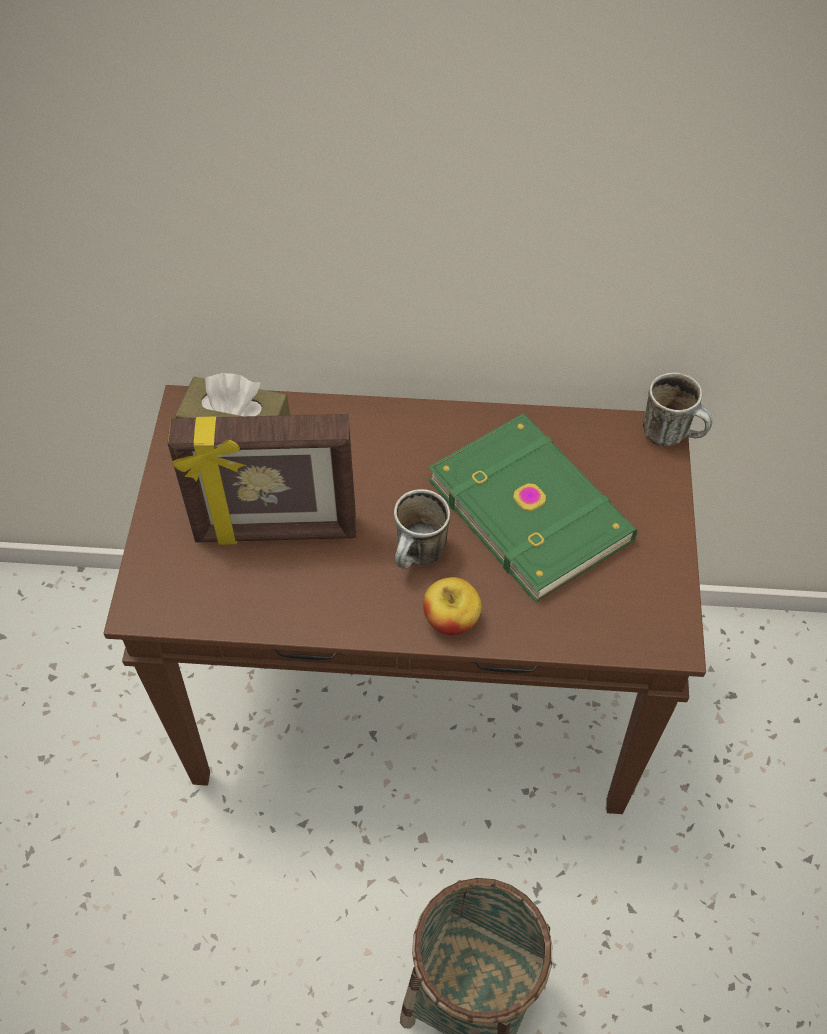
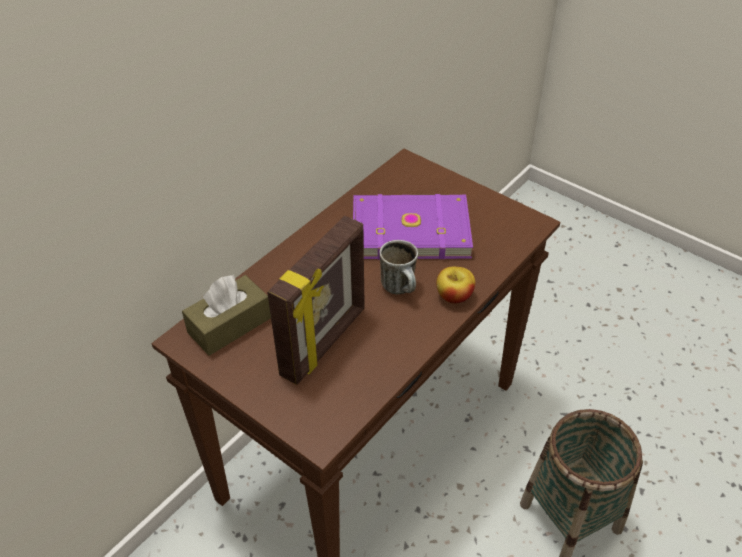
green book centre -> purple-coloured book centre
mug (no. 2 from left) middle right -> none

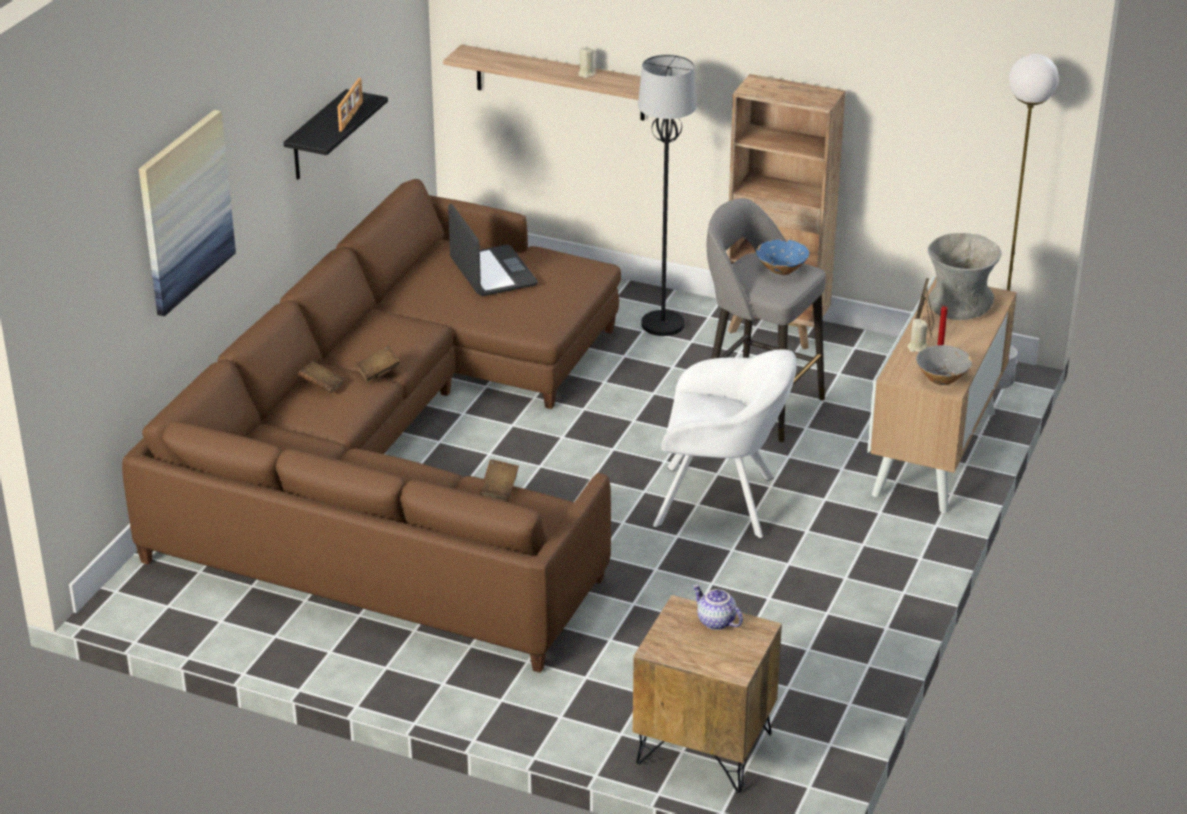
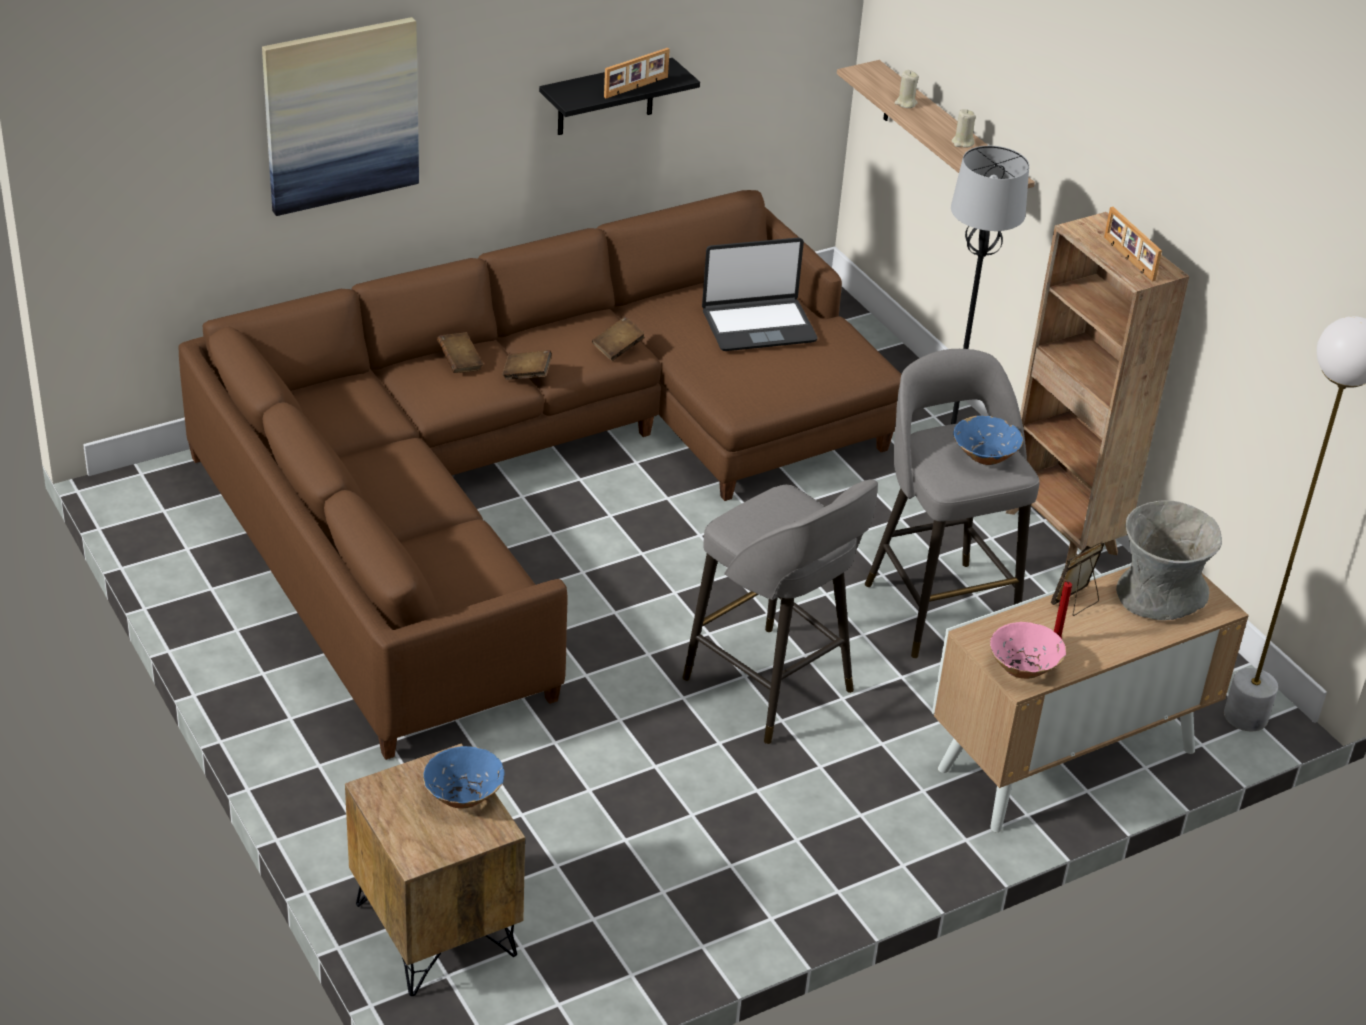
tea pot bottom centre -> blue bowl (no. 1 from left) bottom centre
brown book (no. 3 from left) centre -> brown book (no. 3 from left) top centre, relocated
white armchair centre -> grey stool (no. 1 from left) centre
notebook computer top centre, 60 degrees clockwise
sand-coloured candle (no. 2 from left in the first image) middle right -> sand-coloured candle (no. 1 from left) top centre, relocated
grey bowl middle right -> pinkish bowl middle right
none -> picture frame (no. 3 from left) top right

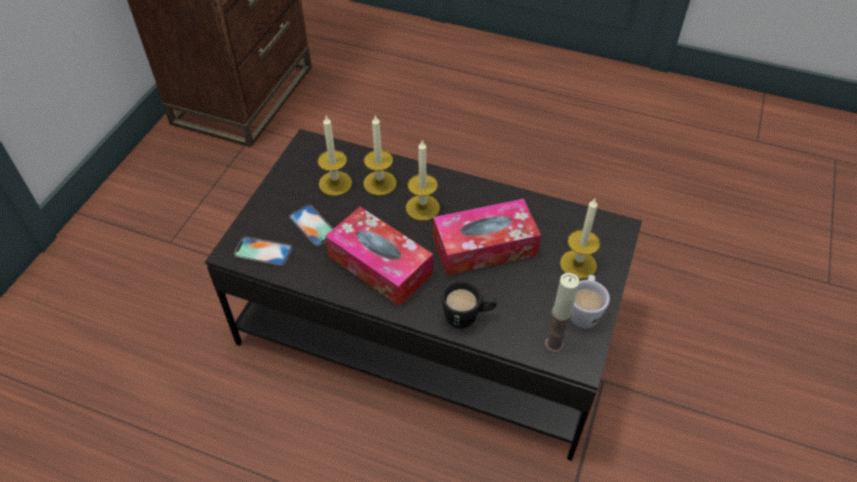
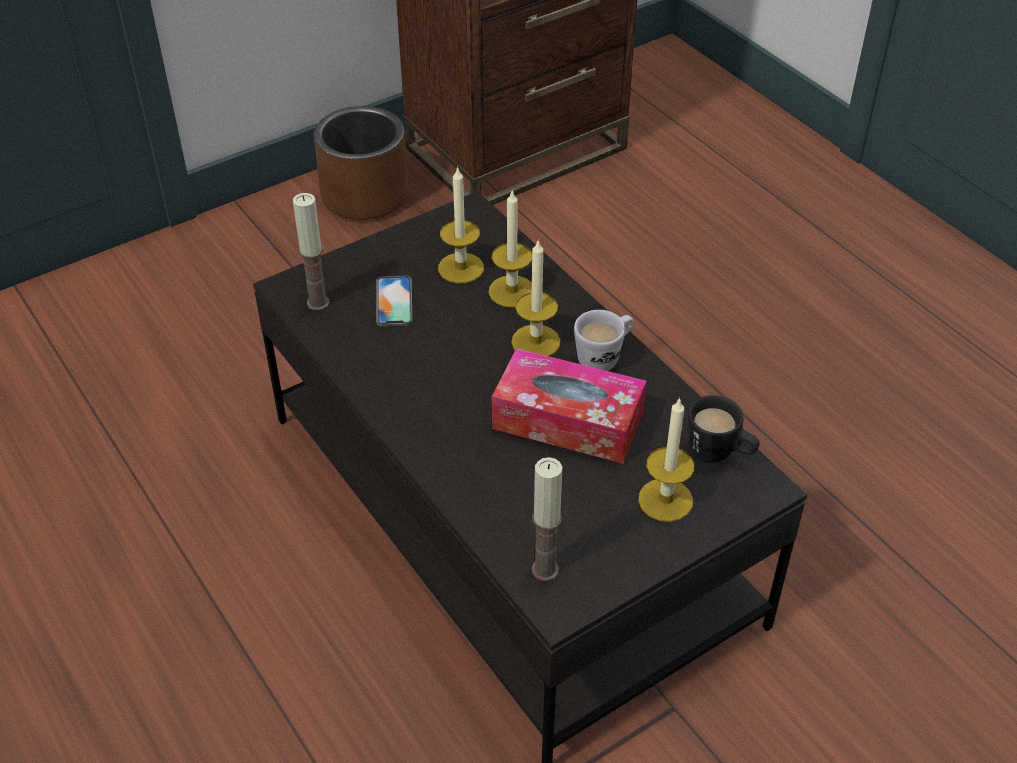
telephone (no. 1 from left) middle left -> candle (no. 1 from left) top left
none -> brown plant pot top centre
white mug middle right -> white mug centre, relocated
black mug centre -> black mug middle right, relocated
tissue box (no. 1 from left) centre -> none

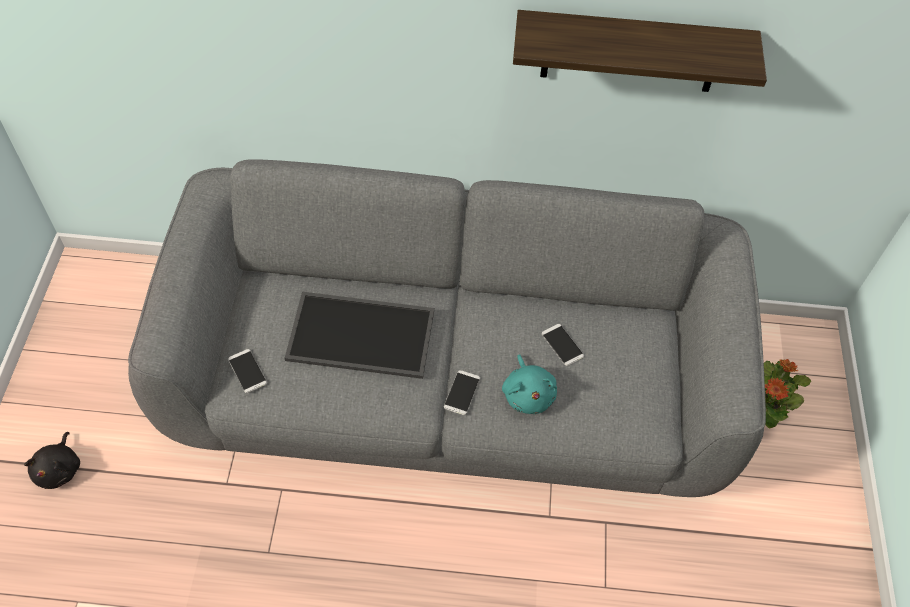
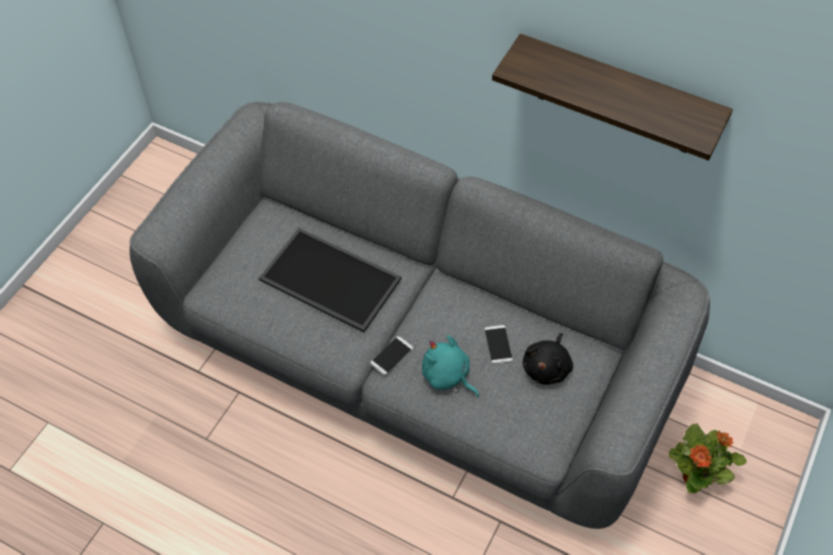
turquoise-coloured soft toy centre, 120 degrees clockwise
black soft toy bottom left -> black soft toy centre, relocated
telephone (no. 1 from left) middle left -> none

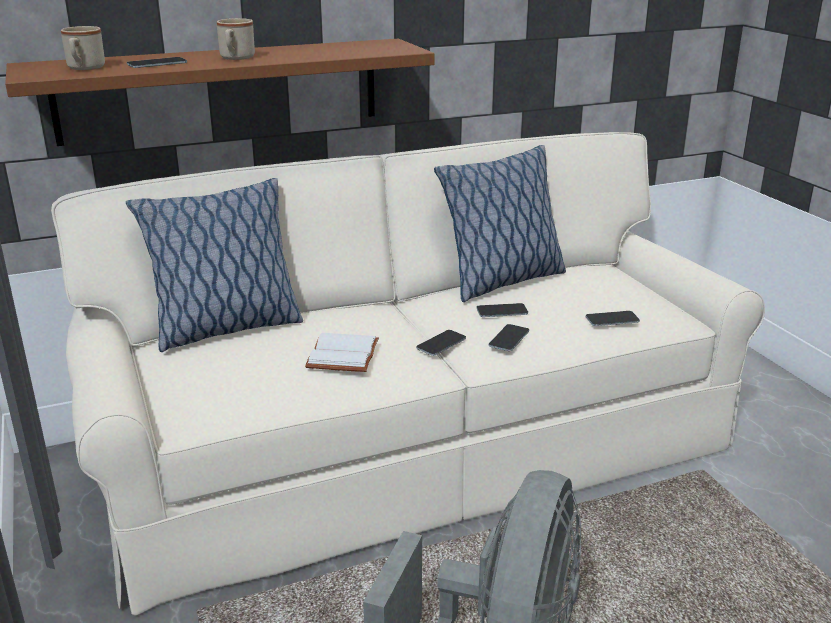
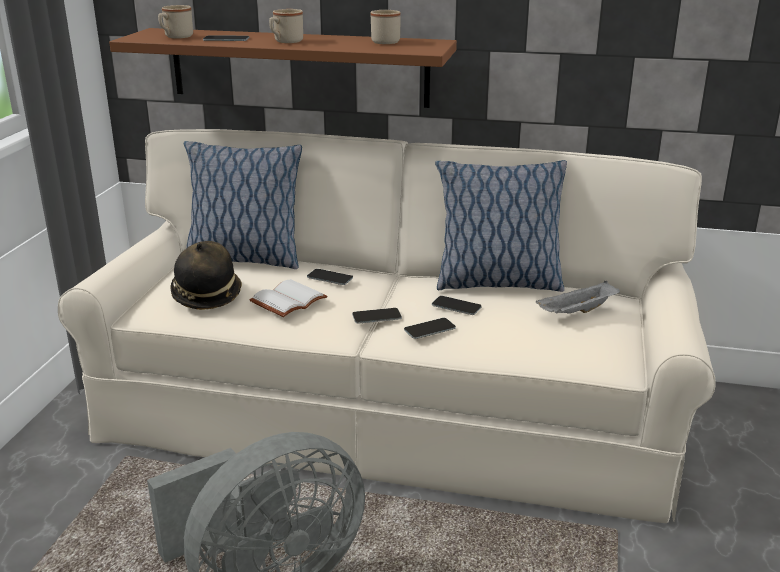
none -> clothing hat middle left
telephone (no. 5 from left in the first image) middle right -> telephone (no. 2 from left) centre, relocated
none -> sand-coloured mug (no. 3 from left) top centre
none -> grey tray middle right

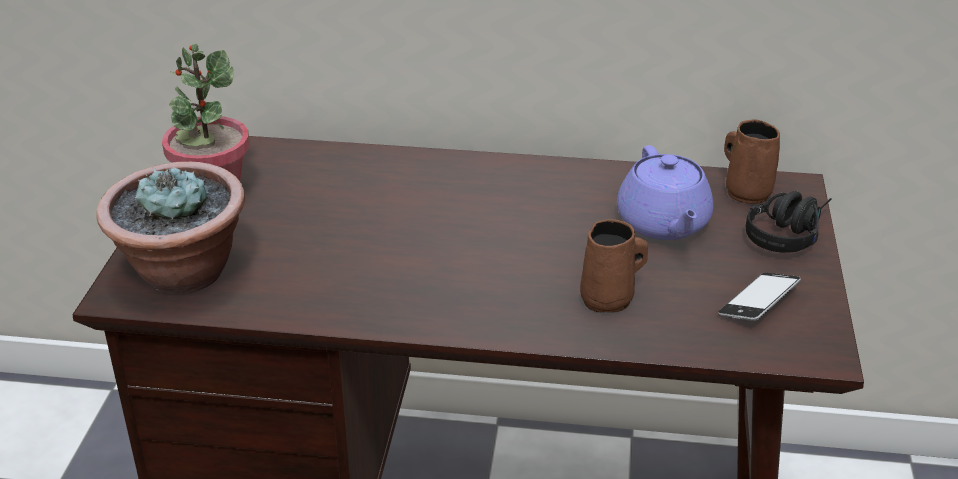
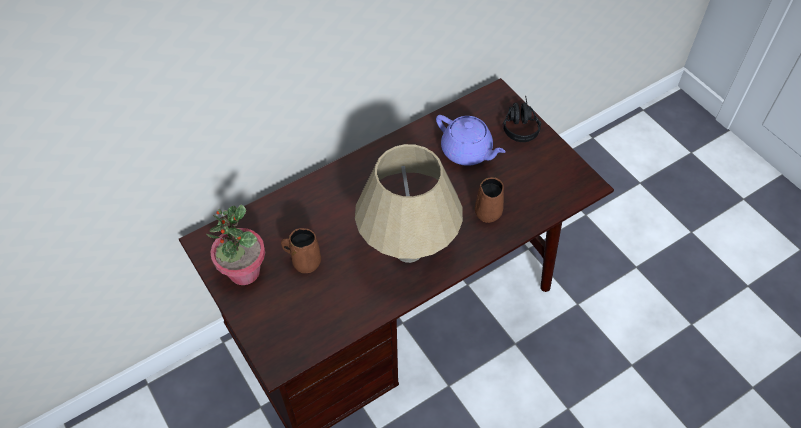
brown mug (no. 2 from left in the first image) middle right -> brown mug (no. 1 from left) centre, relocated
none -> sand-coloured table lamp centre
plant in a pot (no. 1 from left) middle left -> none
telephone middle right -> none

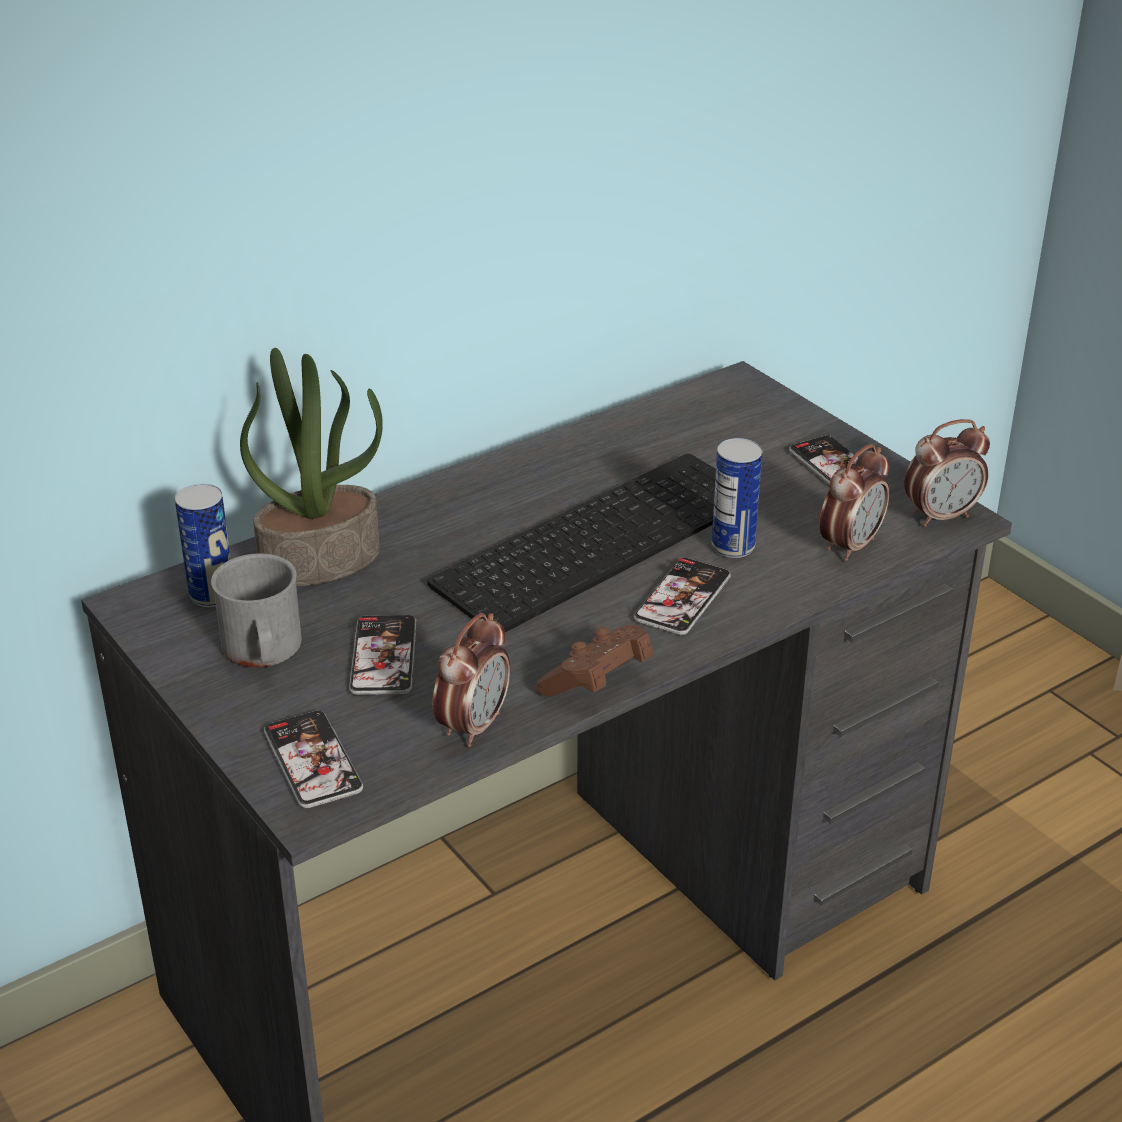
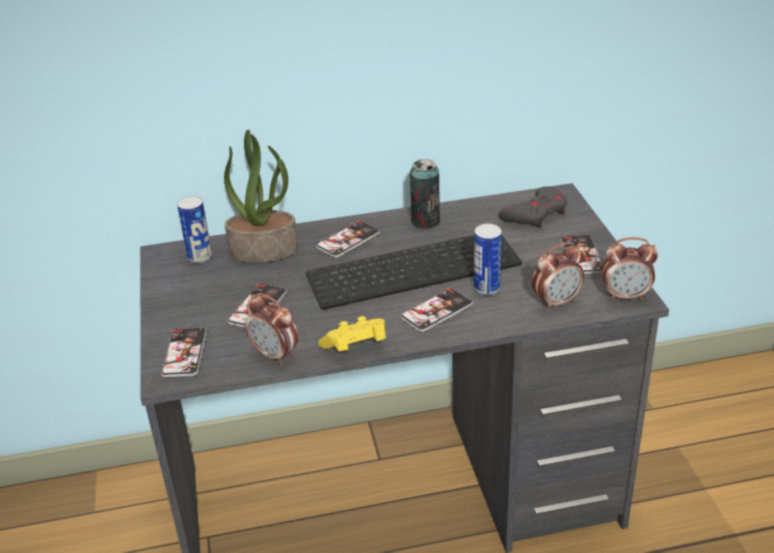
bedside clock (no. 1 from left) centre, 75 degrees clockwise
none -> telephone (no. 3 from left) centre
brown gamepad centre -> yellowish gamepad centre
none -> can (no. 2 from left) centre
none -> grey gamepad middle right
grey mug middle left -> none

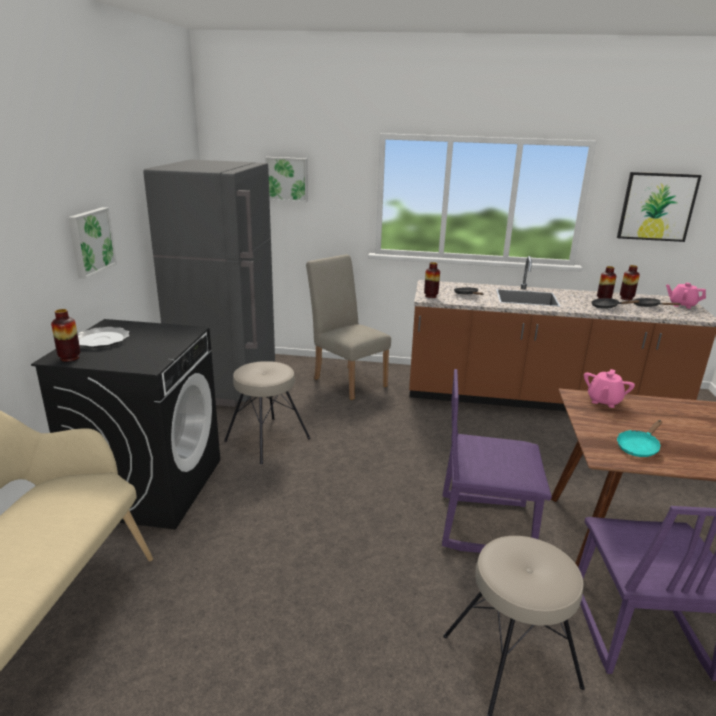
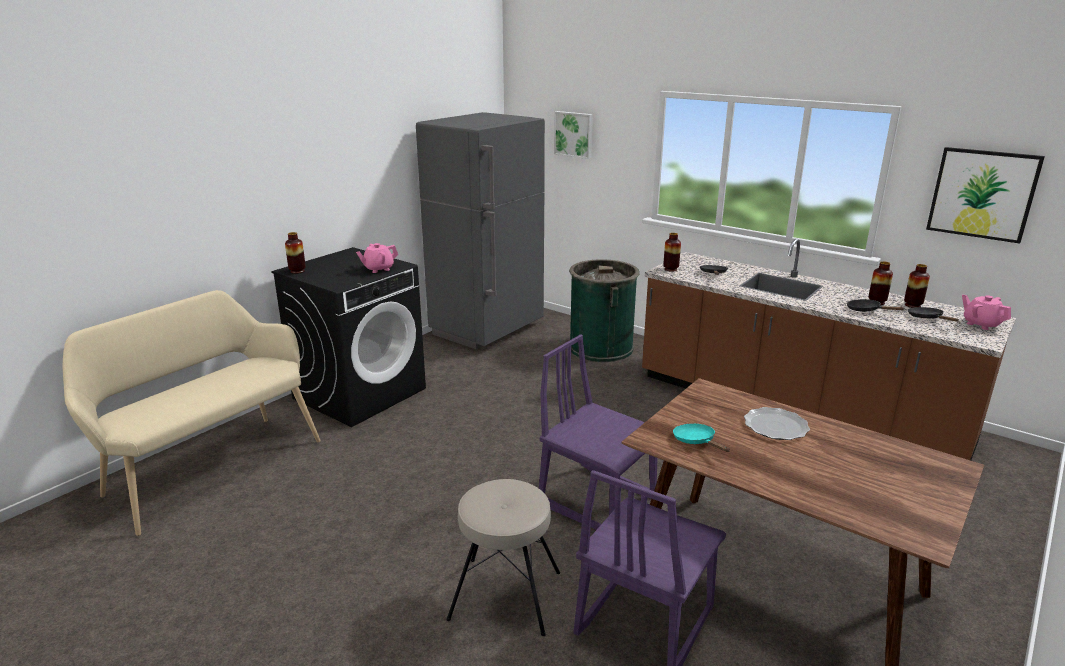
pinkish tea pot (no. 1 from left) middle right -> pinkish tea pot (no. 1 from left) centre, relocated
sand-coloured plain chair centre -> green trash can centre
turquoise-coloured frying pan middle right -> turquoise-coloured frying pan centre, 75 degrees clockwise
plate middle left -> plate middle right, relocated
picture (no. 1 from left) middle left -> none
sand-coloured stool (no. 1 from left) centre -> none

